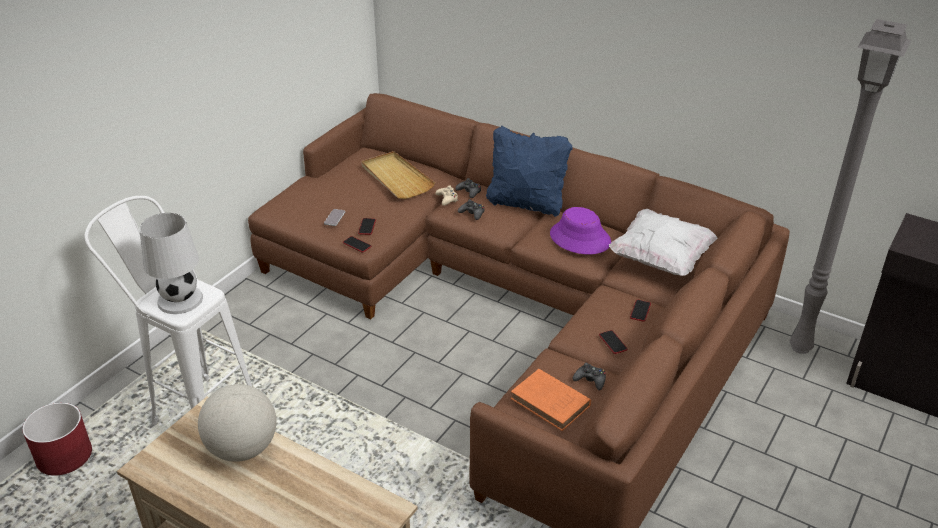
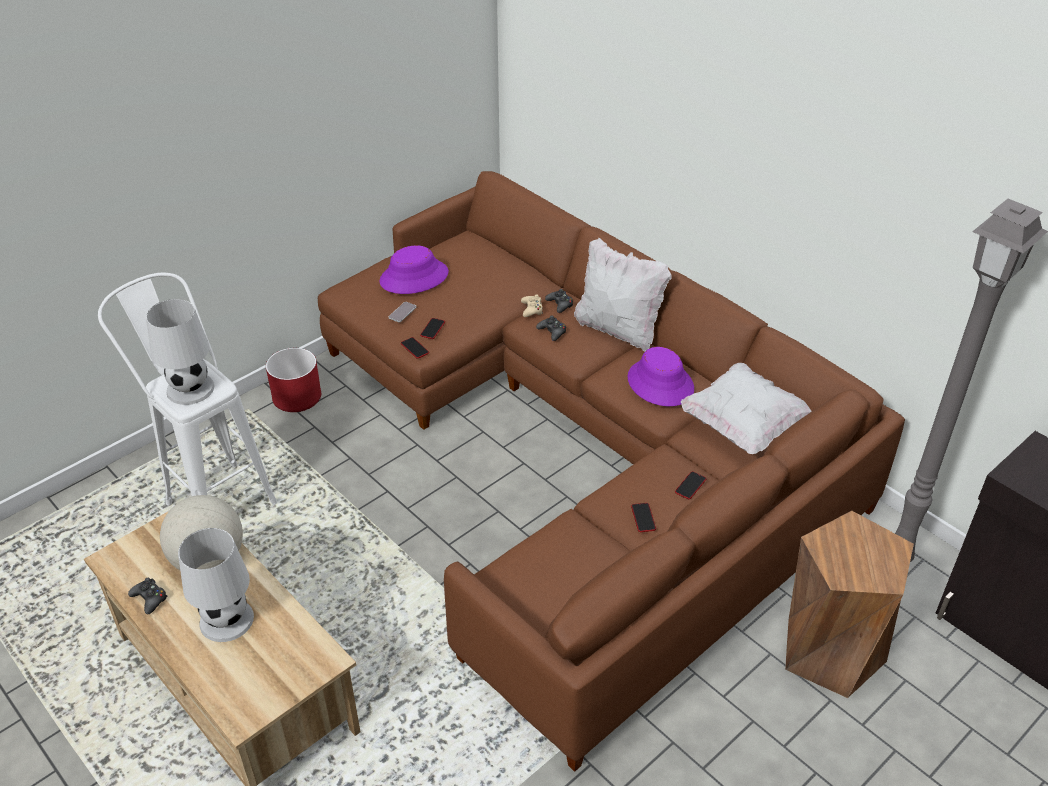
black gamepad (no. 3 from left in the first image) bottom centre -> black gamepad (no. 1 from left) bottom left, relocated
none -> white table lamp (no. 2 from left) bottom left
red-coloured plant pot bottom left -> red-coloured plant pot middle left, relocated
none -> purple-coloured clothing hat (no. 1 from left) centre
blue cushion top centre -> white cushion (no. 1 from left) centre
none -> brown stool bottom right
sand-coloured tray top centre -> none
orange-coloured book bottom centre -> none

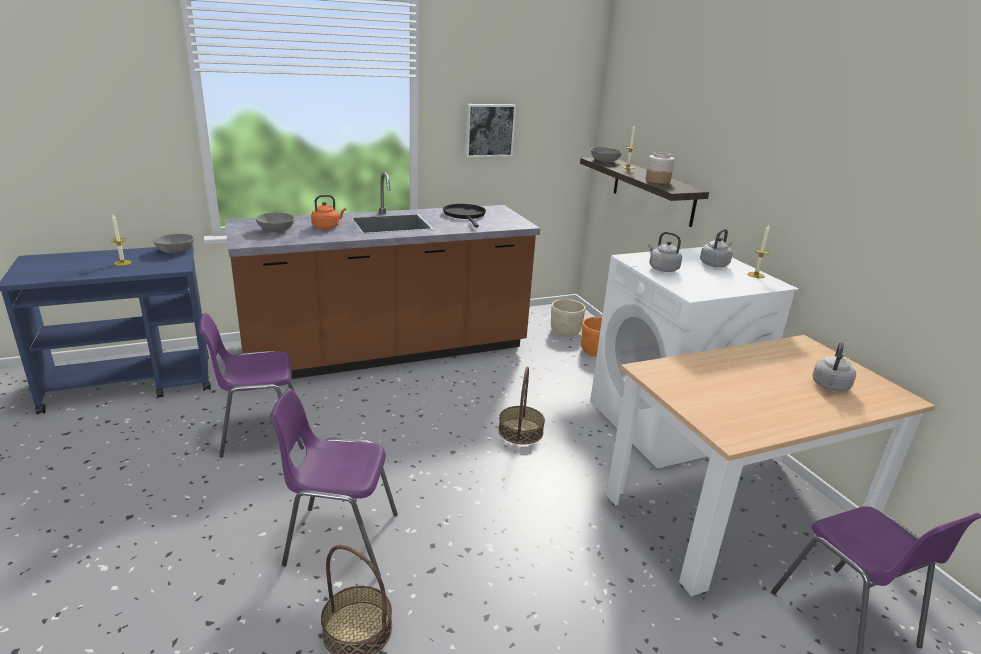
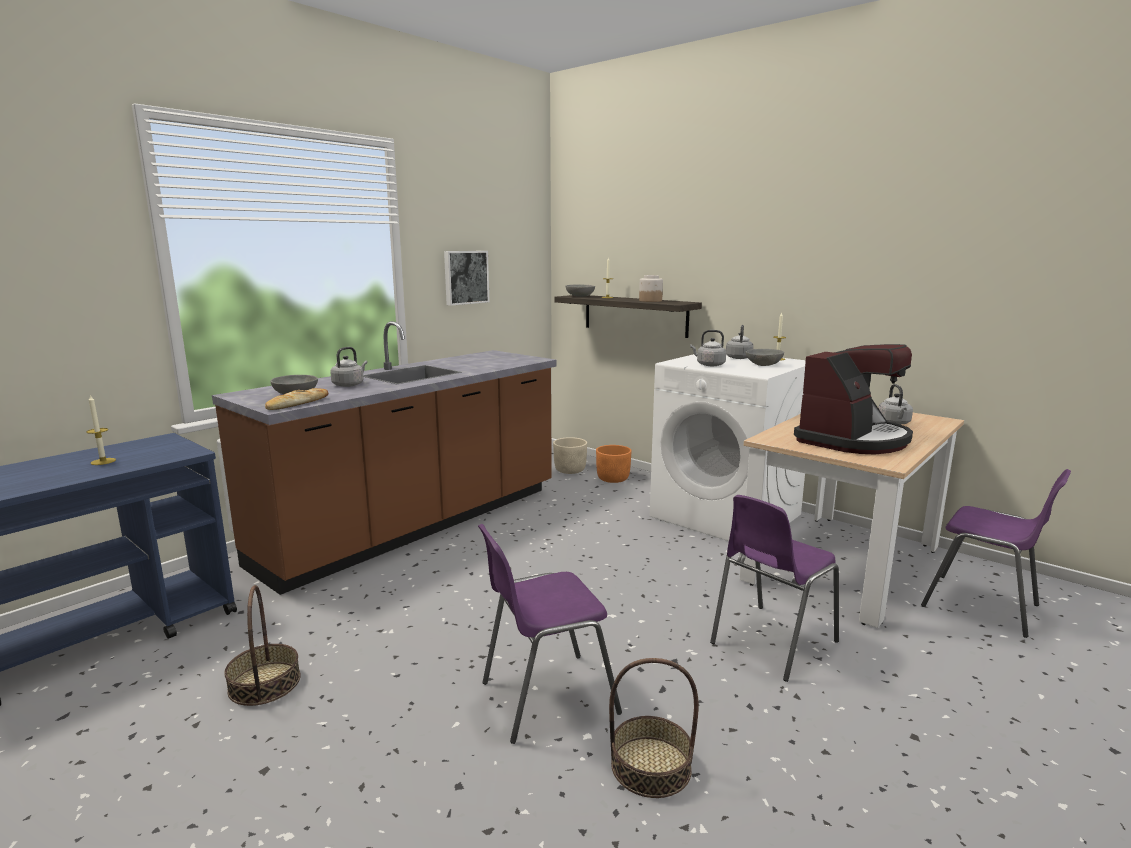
basket (no. 2 from left in the first image) centre -> basket (no. 1 from left) bottom left, relocated
none -> bread middle left
orange-coloured kettle top centre -> grey kettle (no. 1 from left) middle left
purple-coloured plain chair (no. 1 from left in the first image) middle left -> purple-coloured plain chair (no. 2 from left) bottom right, relocated
grey bowl (no. 1 from left in the first image) middle left -> grey bowl (no. 3 from left) middle right, relocated
none -> coffee maker middle right
black frying pan top centre -> none

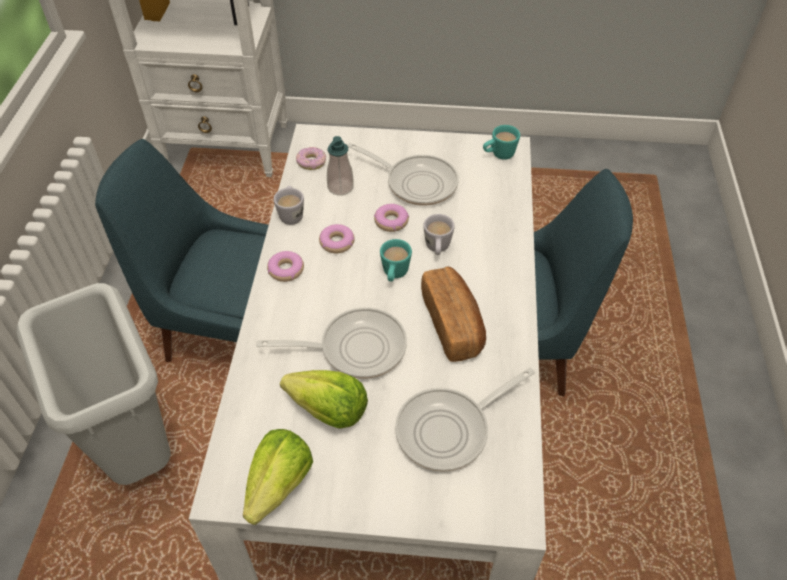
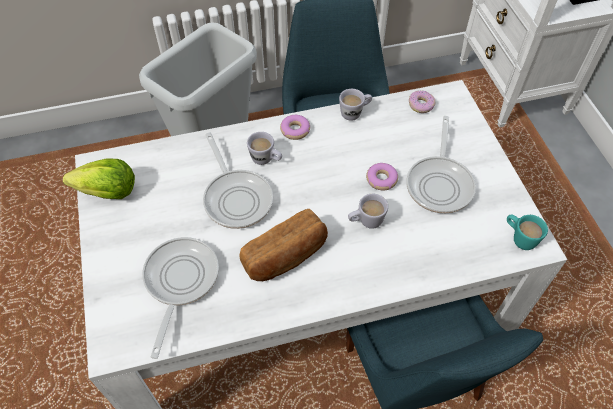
frying pan (no. 3 from left in the first image) bottom centre -> frying pan (no. 1 from left) bottom left, 60 degrees clockwise
none -> white mug (no. 1 from left) centre
lettuce head (no. 2 from left) bottom centre -> none
doughnut (no. 3 from left) centre -> none
liquid soap bottle top centre -> none
turquoise-coloured mug (no. 1 from left) centre -> none

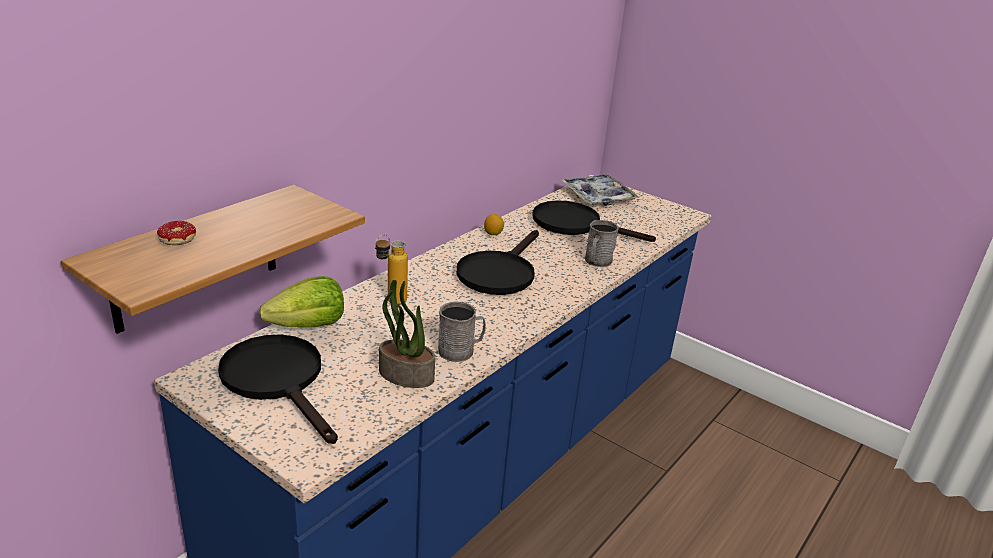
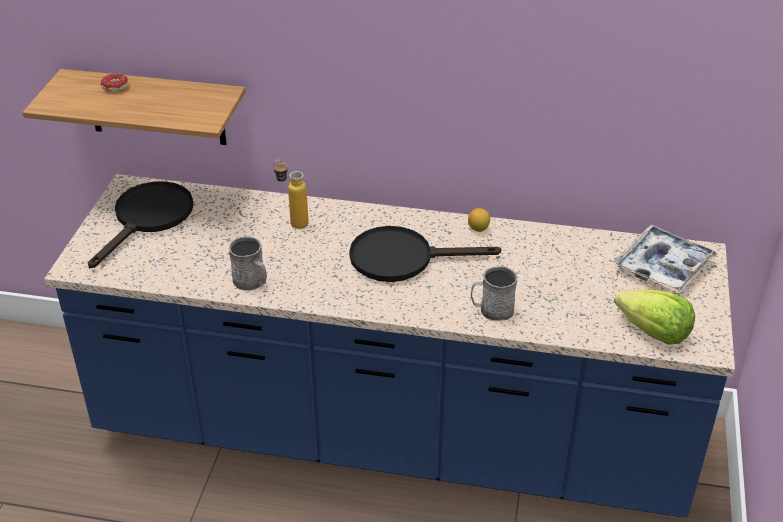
lettuce head middle left -> lettuce head middle right, relocated
plant in a pot centre -> none
black frying pan (no. 3 from left) centre -> none

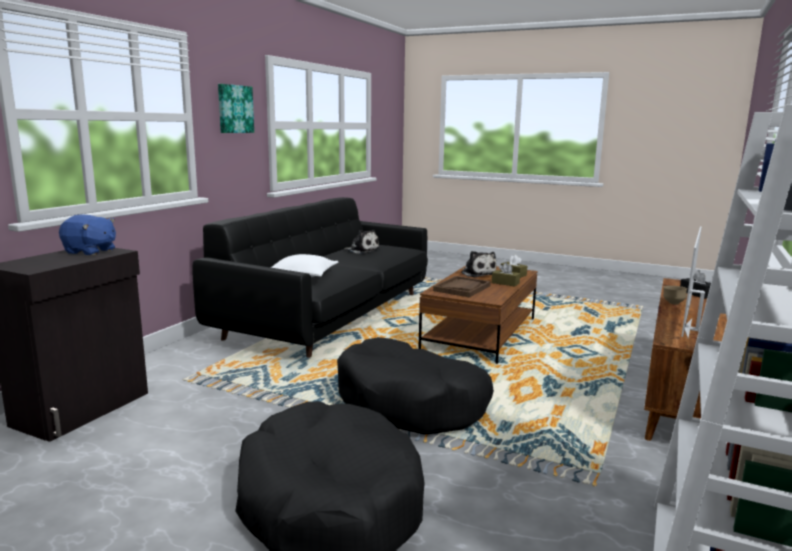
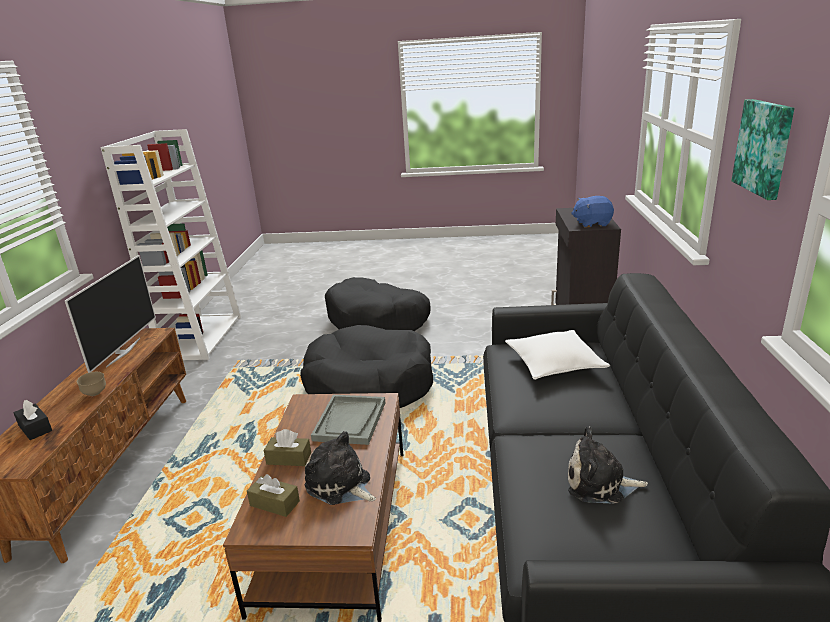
brown tray centre -> grey tray bottom centre

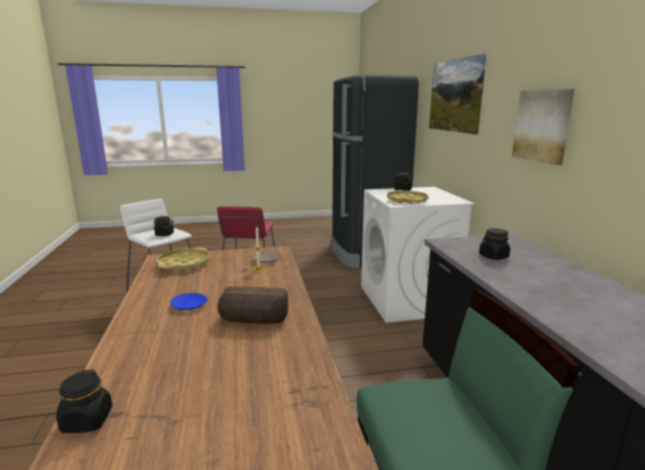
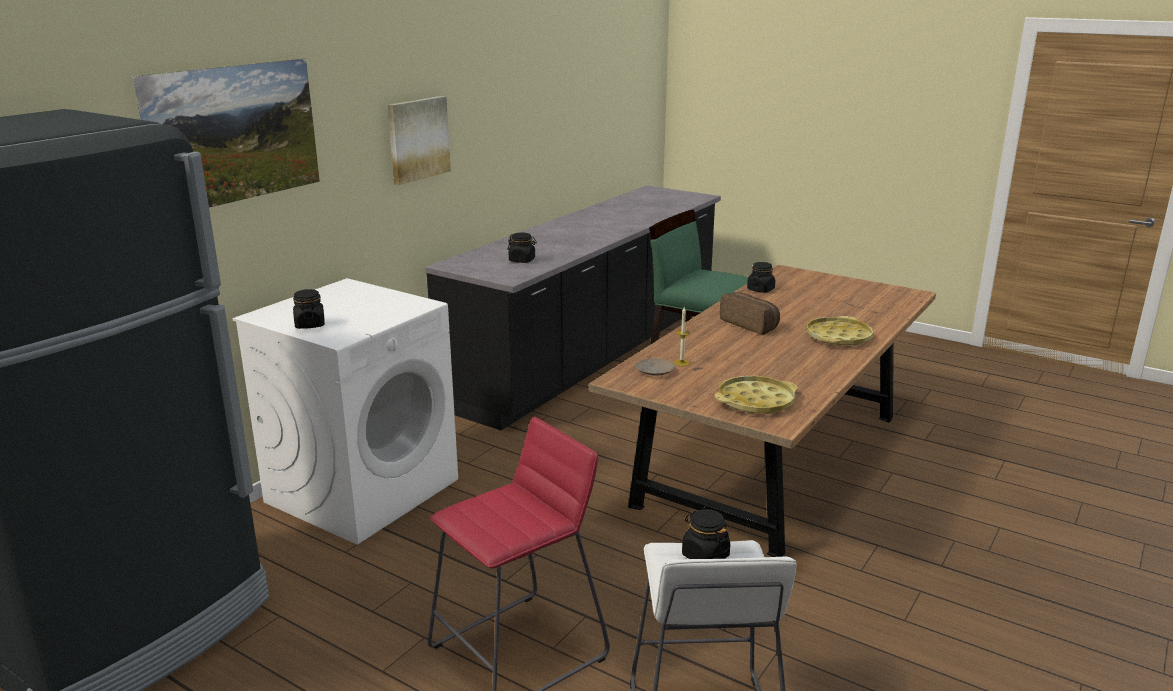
black preserve jar (no. 1 from left in the first image) bottom left -> black preserve jar (no. 4 from left) centre, relocated
yellowish tray (no. 2 from left) centre -> yellowish tray (no. 2 from left) middle right, relocated
blue plate middle left -> none

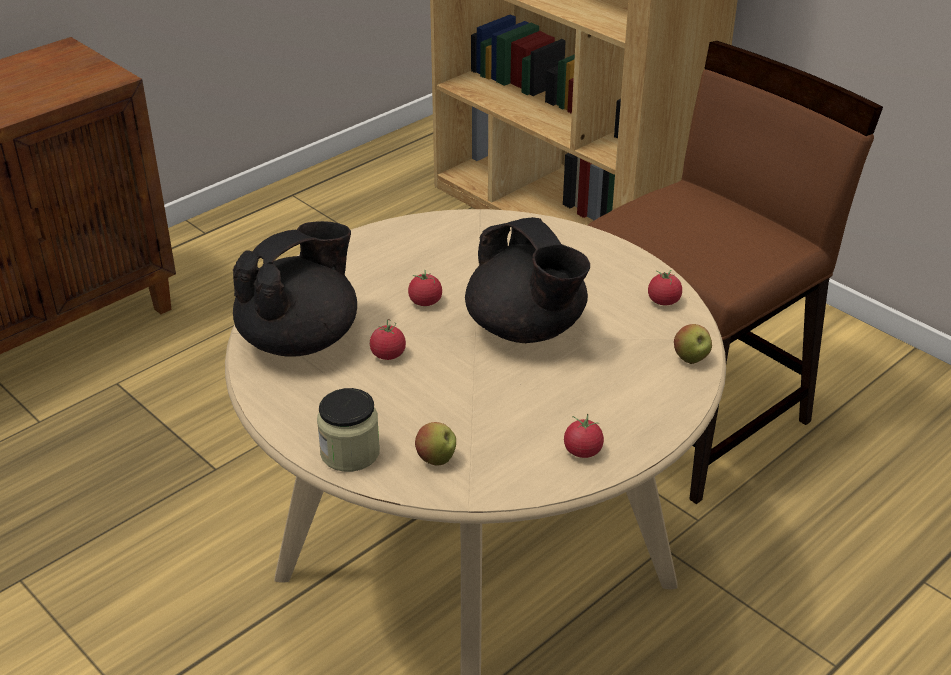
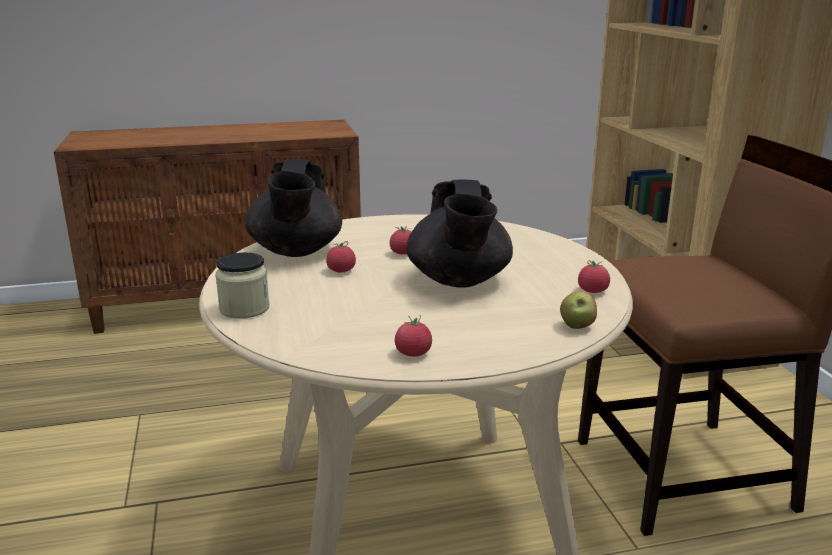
black tea pot (no. 1 from left) middle left -> black tea pot (no. 1 from left) centre, 105 degrees clockwise
apple fruit (no. 1 from left) centre -> none

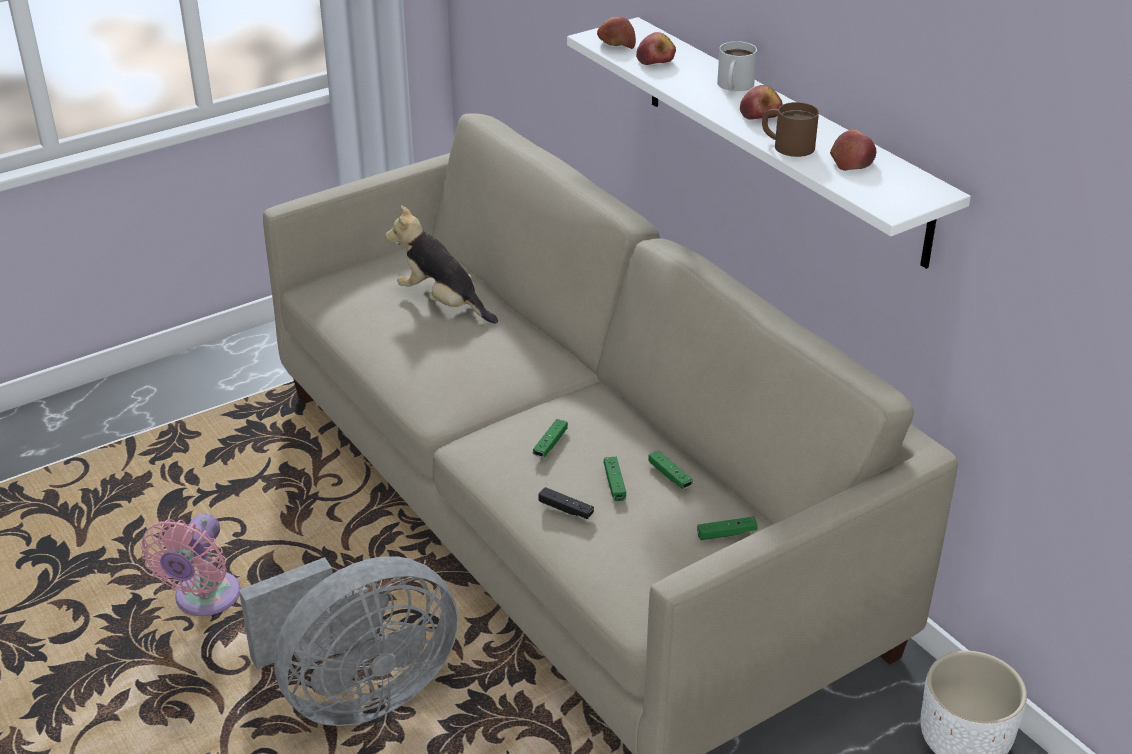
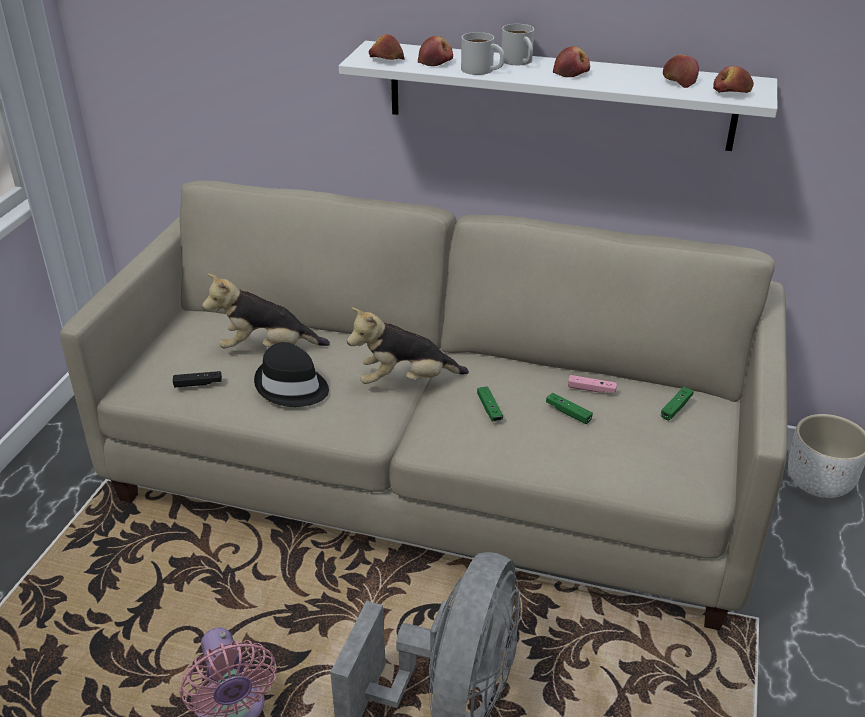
black gamepad bottom centre -> black gamepad middle left, relocated
none -> black clothing hat centre
none -> soft toy (no. 2 from left) centre
none -> white mug (no. 1 from left) top centre
green gamepad (no. 3 from left) centre -> pinkish gamepad middle right
none -> apple fruit (no. 5 from left) top right
brown mug top right -> none

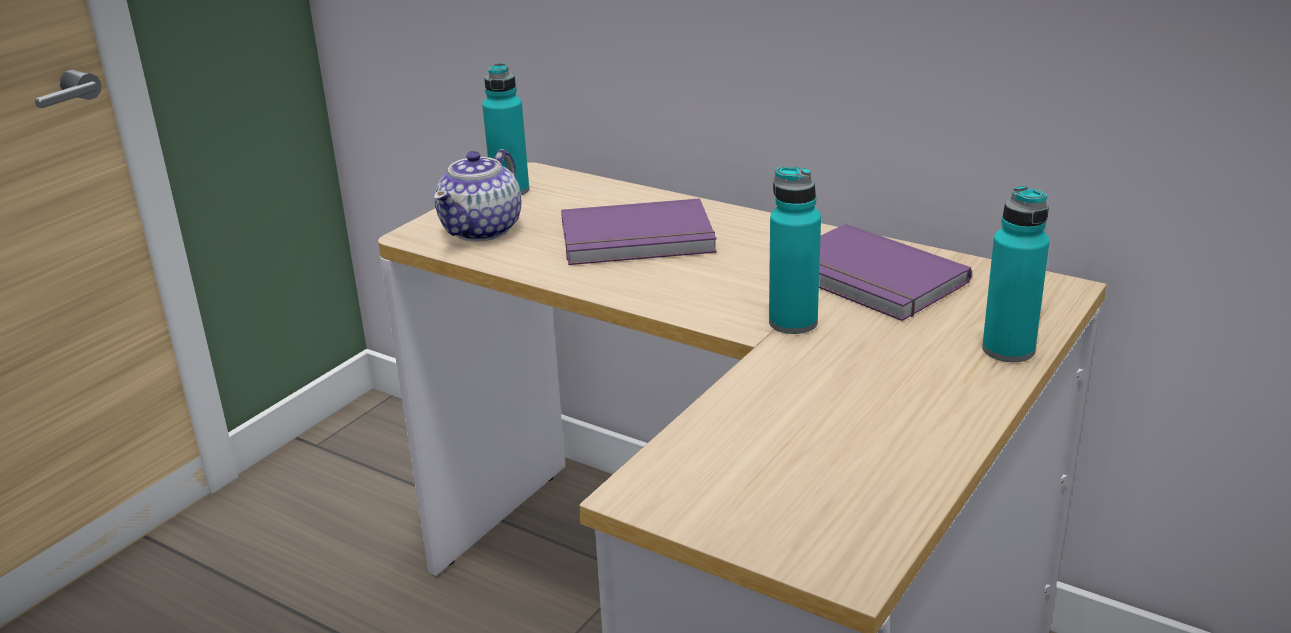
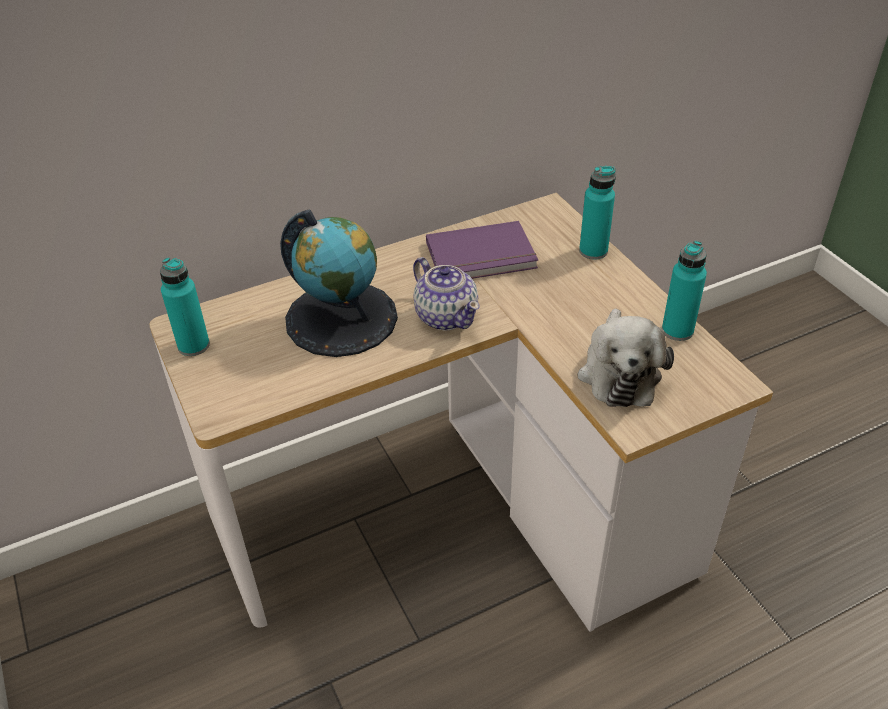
purple-coloured book (no. 1 from left) centre -> desk globe centre
tea pot top centre -> tea pot centre, relocated
none -> soft toy middle right
turquoise-coloured drink bottle (no. 2 from left in the first image) centre -> turquoise-coloured drink bottle (no. 3 from left) middle right, relocated

